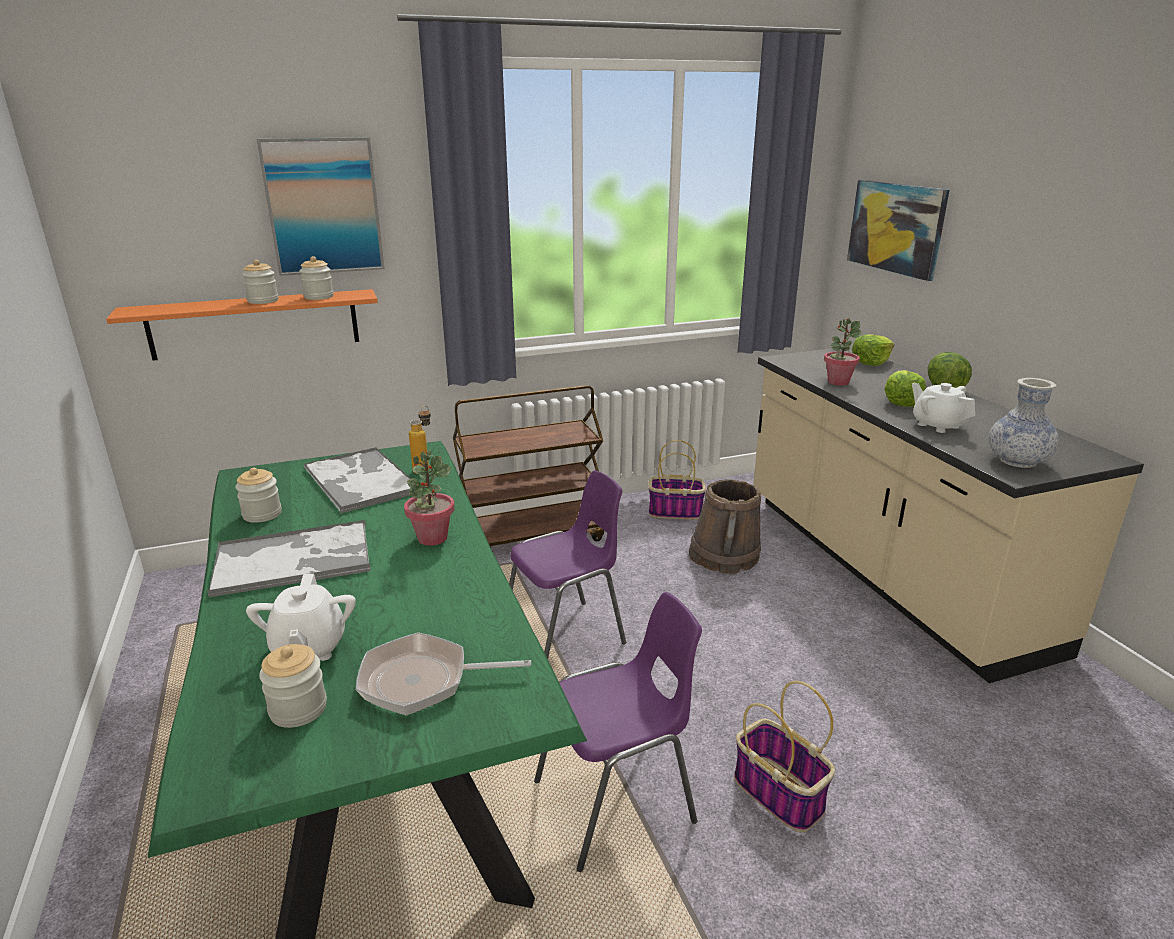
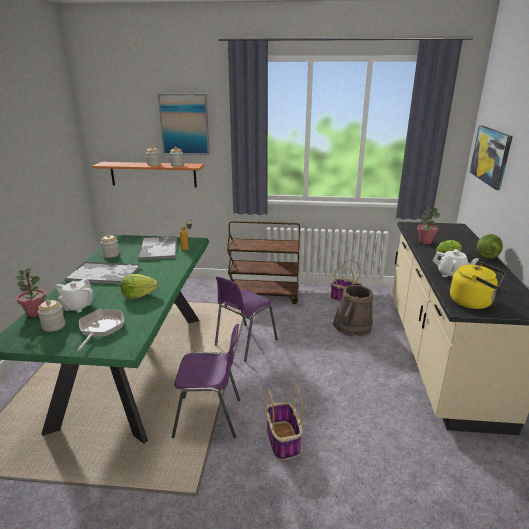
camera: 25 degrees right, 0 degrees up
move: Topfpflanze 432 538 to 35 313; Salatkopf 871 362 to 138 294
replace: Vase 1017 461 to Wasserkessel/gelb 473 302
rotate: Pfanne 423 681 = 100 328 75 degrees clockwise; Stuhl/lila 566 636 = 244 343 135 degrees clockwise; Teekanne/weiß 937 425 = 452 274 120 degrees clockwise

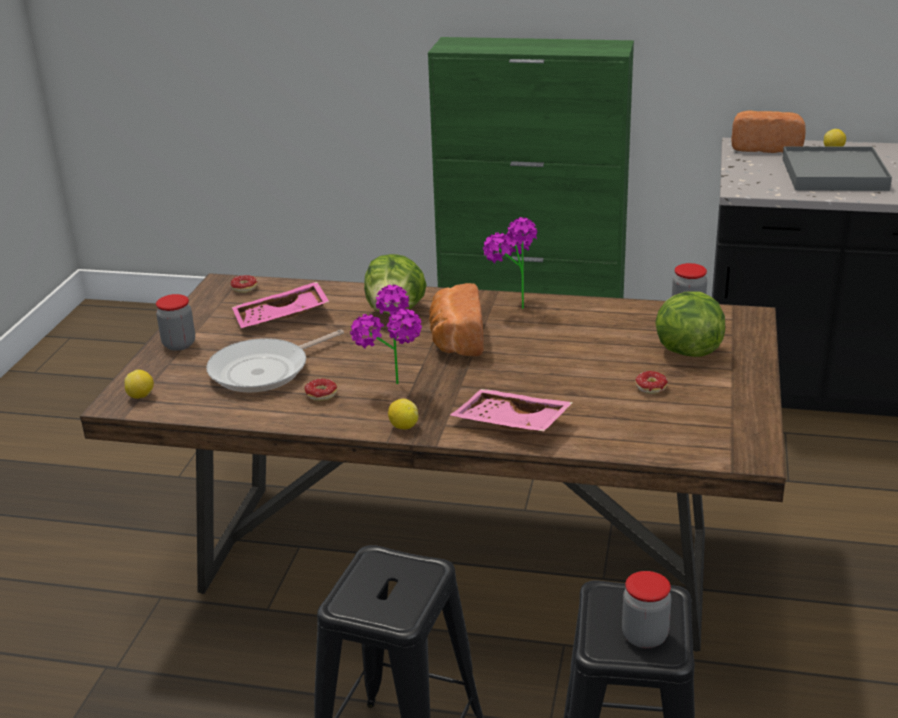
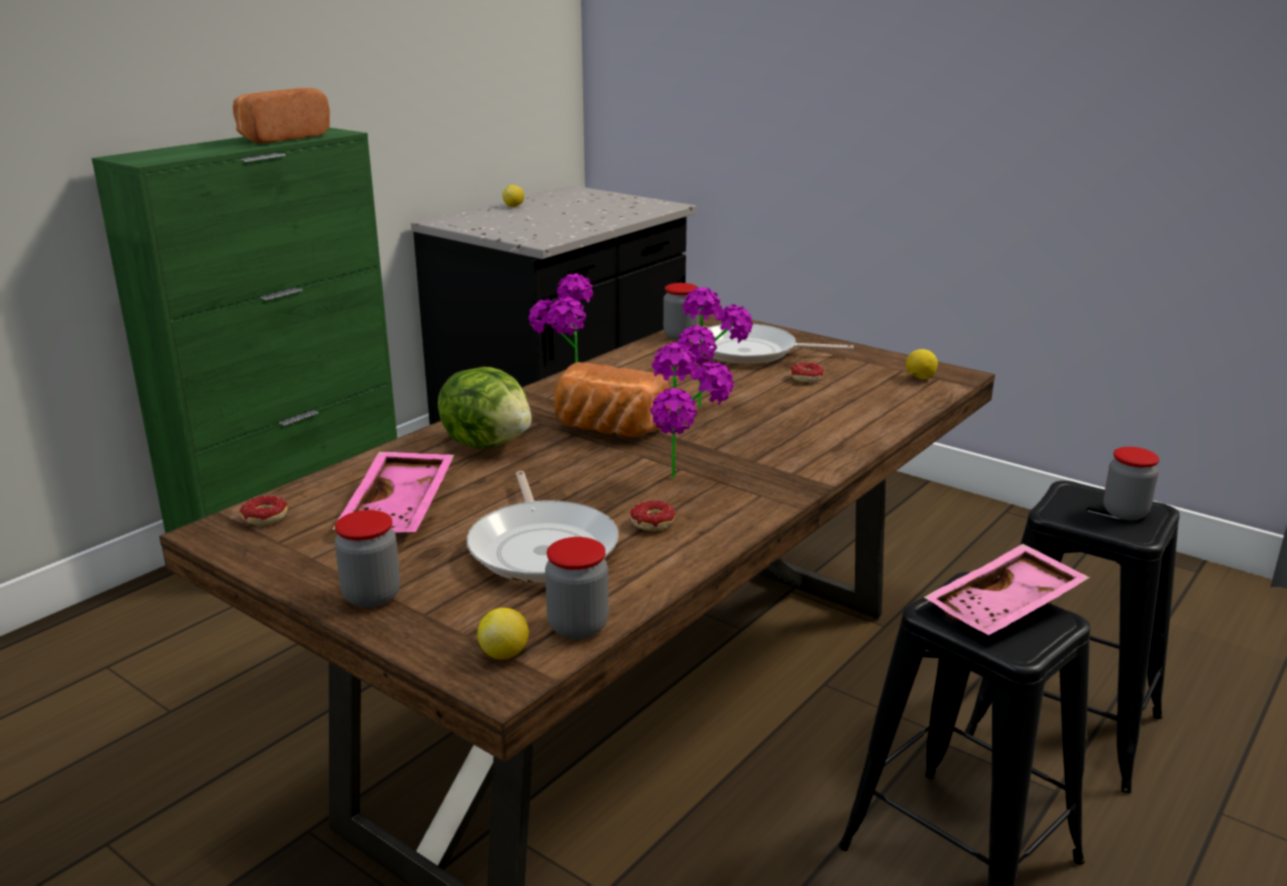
camera: 65 degrees left, 5 degrees down
delete: Tablett/grau 834 174
insert: Vorratsglas 578 626; Topfpflanze 710 410
move: Zitrone 403 426 to 920 378; Tablett/rosa 510 424 to 1006 607; Brot 766 147 to 280 138
replace: Salatkopf 686 351 to Pfanne 752 352

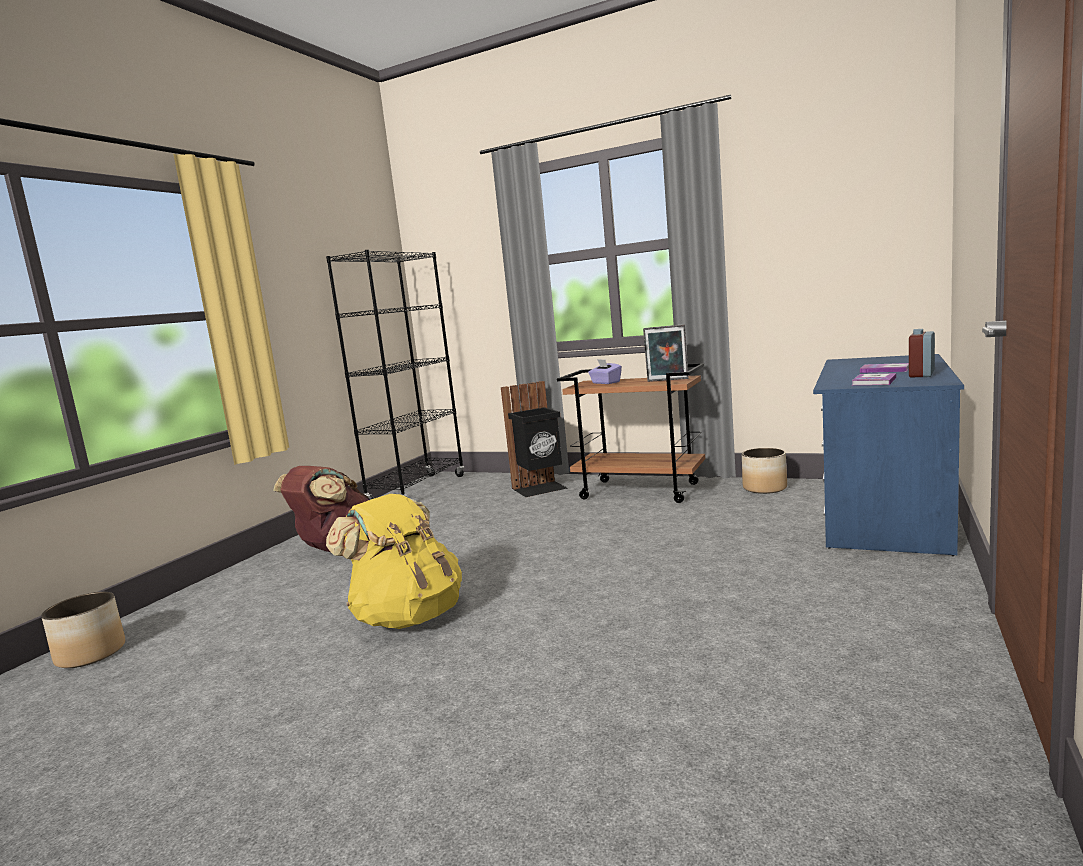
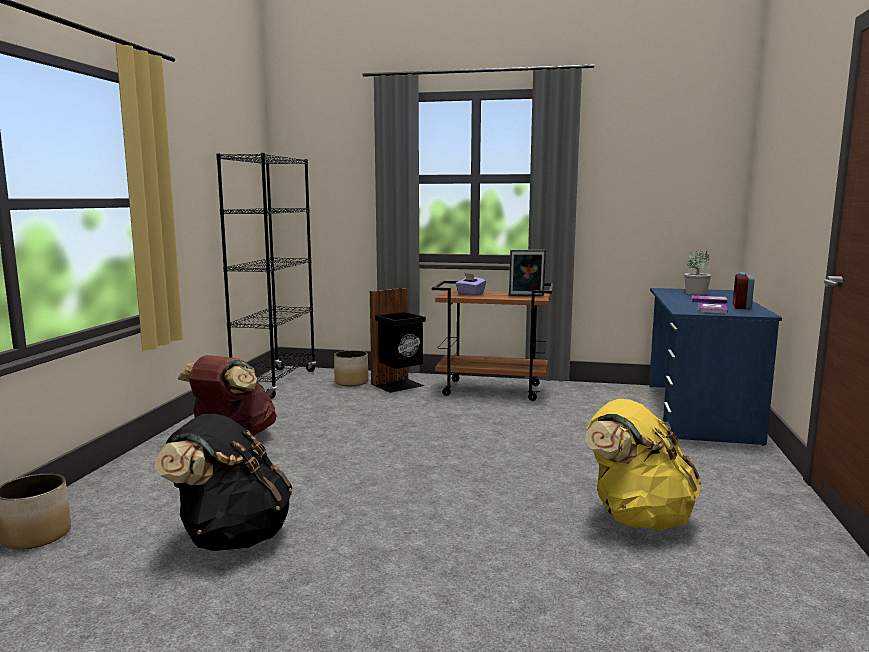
camera: 15 degrees left, 0 degrees up
insert: Rucksack/schwarz 231 538; Topfpflanze 696 293
move: Rucksack/gelb 408 616 to 637 518; Pflanzkübel 765 488 to 351 382

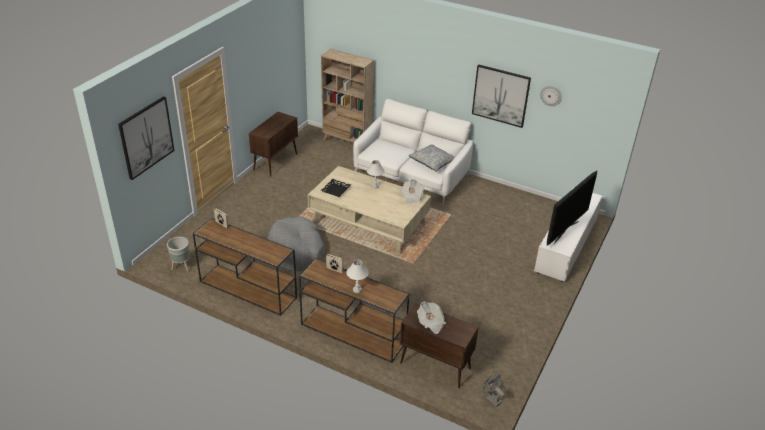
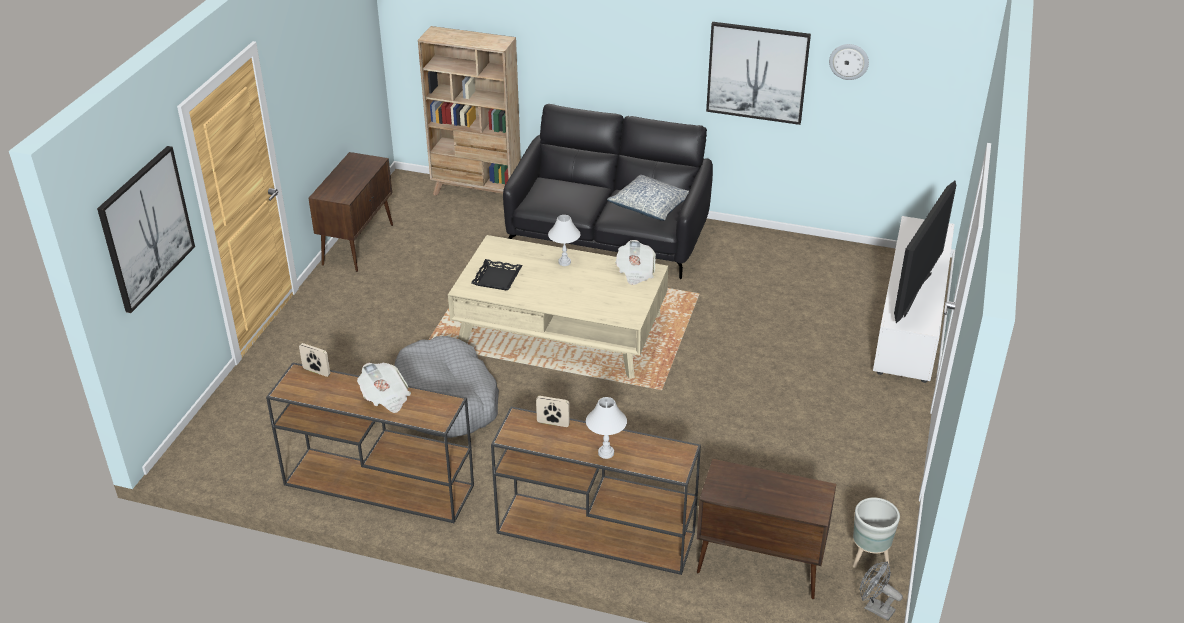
camera: 10 degrees left, 0 degrees up
move: Pflanzkübel/grau 181 267 to 869 559; Zeitung 431 323 to 385 398
recolor: Sofa/weiß 411 175 to Sofa/schwarz 609 235

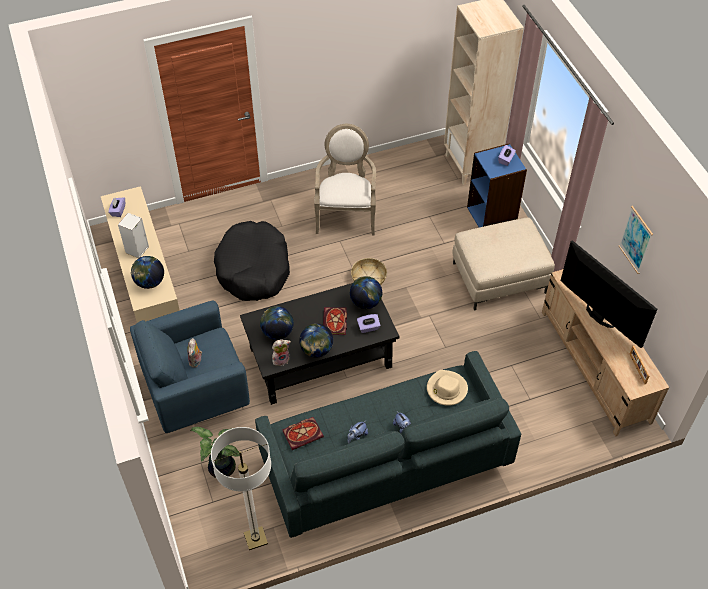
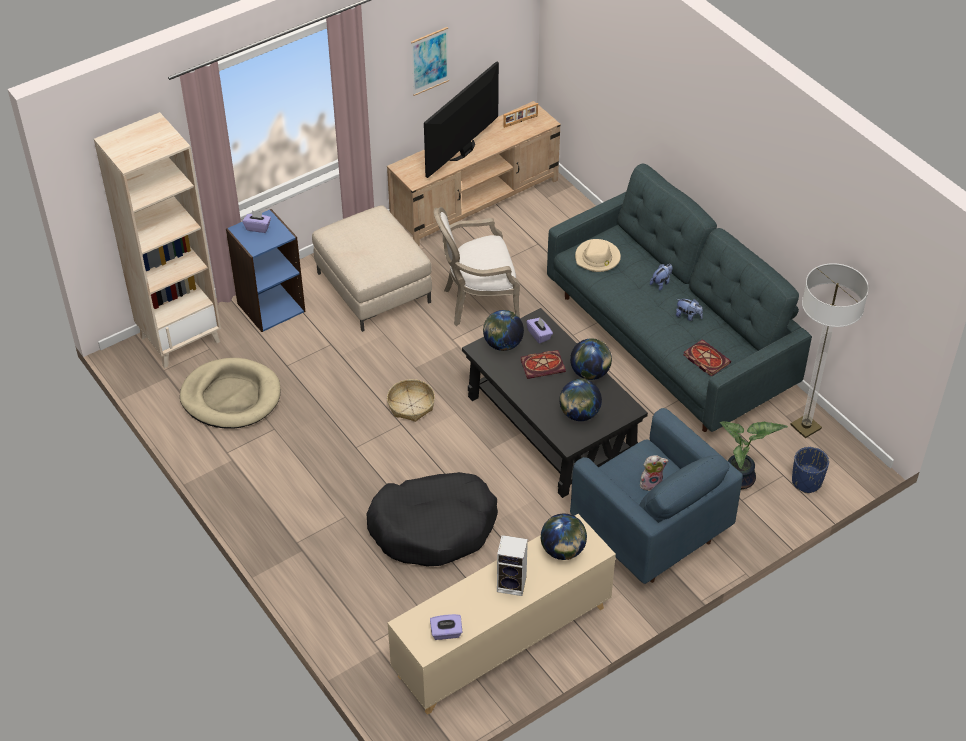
camera: 105 degrees left, 5 degrees down
delete: Plüschtier 281 359
insert: Hundebett/beige 231 397; Pflanzkübel/blau 807 482
move: Sessel 346 214 to 477 303

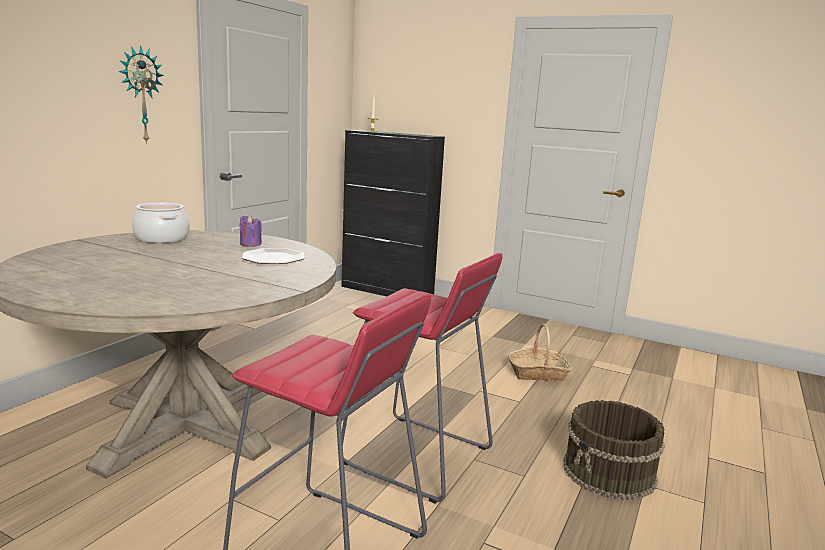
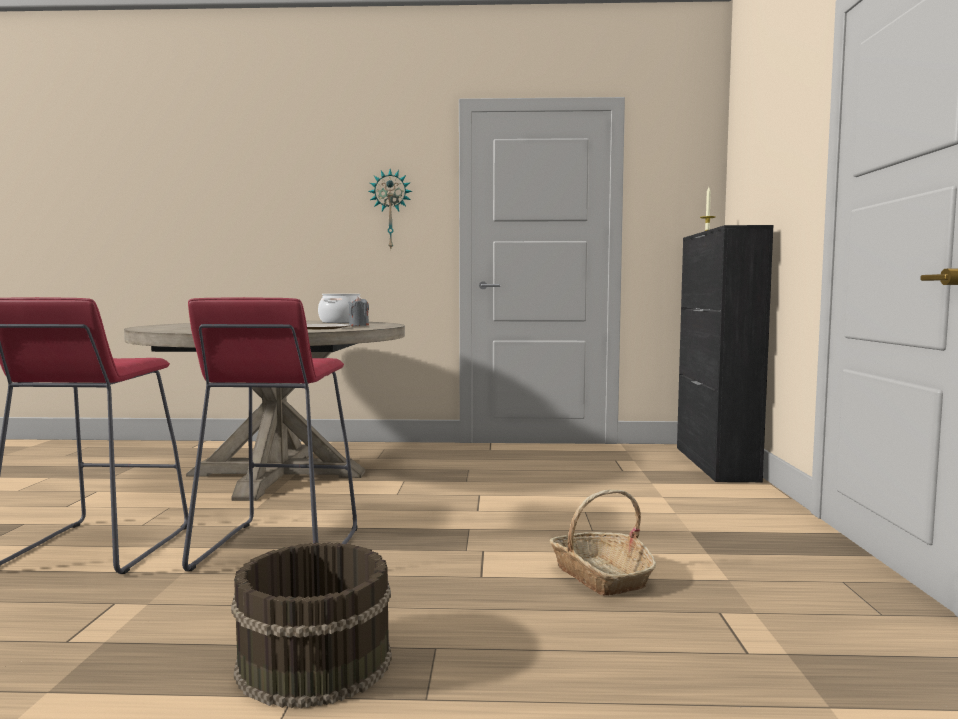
camera: 65 degrees right, 10 degrees down
recolor: Kerze/lila 250 244 to Kerze/grau 359 325

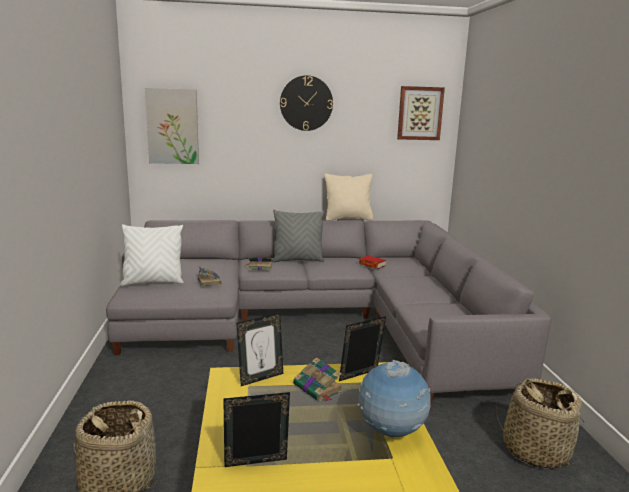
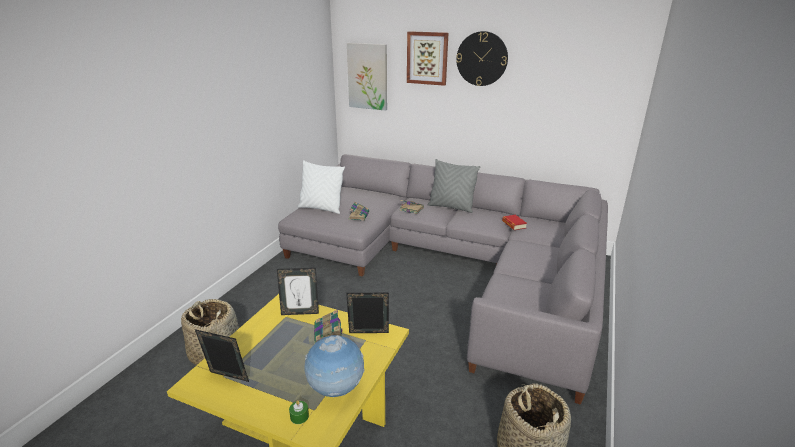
camera: 30 degrees right, 10 degrees up
delete: Kissen/beige 348 219
insert: Kerze/grün 299 416
move: Bild 420 113 to 427 58

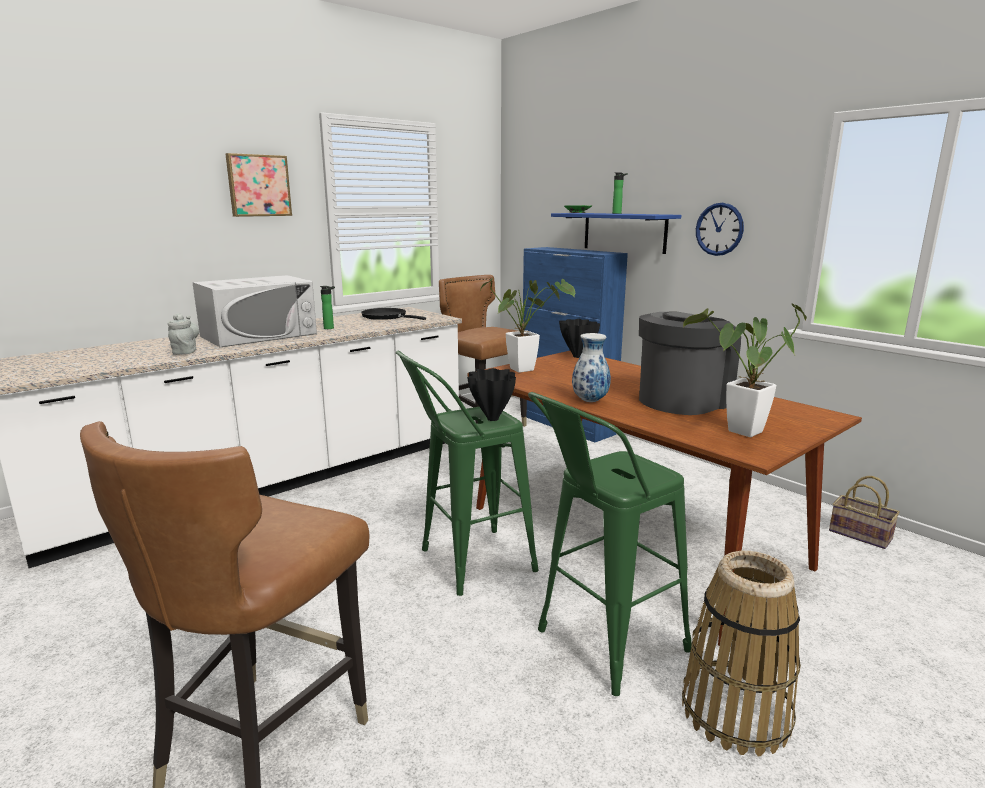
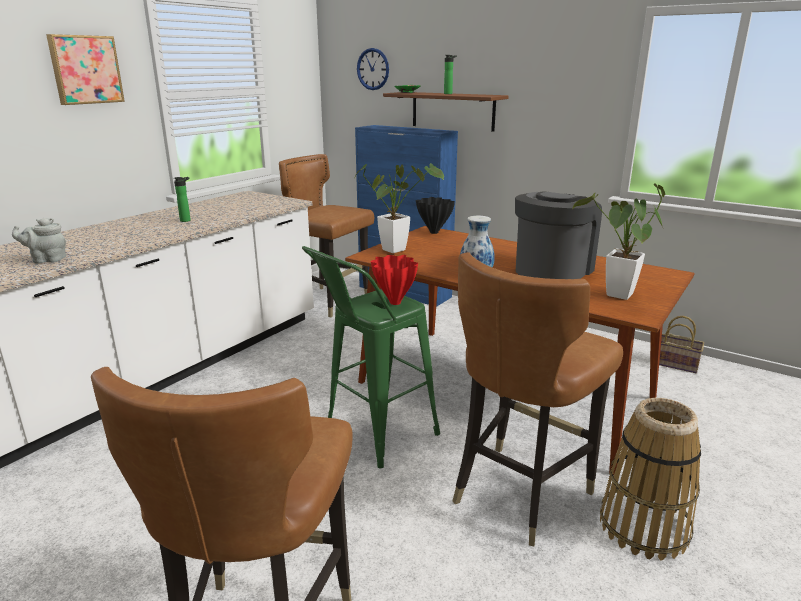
camera: 15 degrees left, 5 degrees up
delete: Mikrowelle/weiß 259 335; Pfanne/schwarz 387 317
move: Wanduhr 719 229 to 373 69
replace: Hocker/grün 600 646 to Stuhl/braun 519 492
recolor: Vase/schwarz 492 418 to Vase/rot 394 302; Wandregal/blau 624 232 to Wandregal/braun 452 111
rotate: Teekanne/grau 185 351 = 47 260 75 degrees counterclockwise

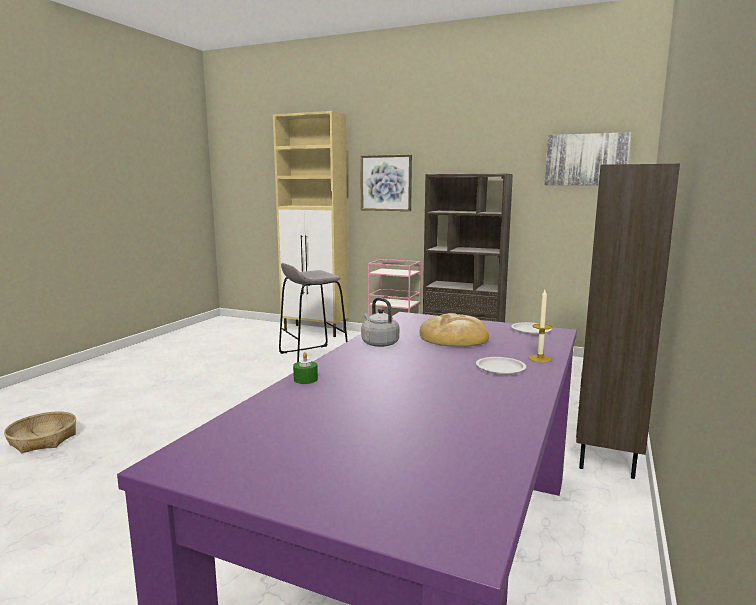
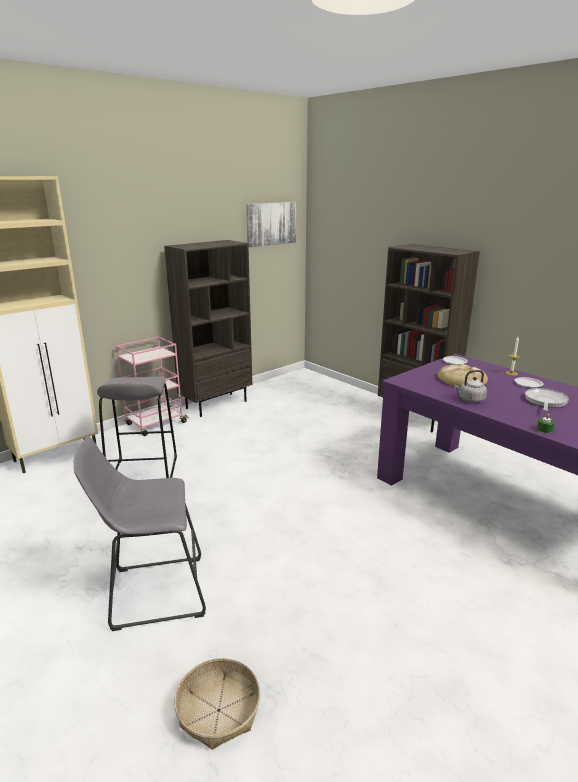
camera: 65 degrees left, 10 degrees up
delete: Bild 386 183
insert: Hocker/grau 152 592; Pfanne 545 401

